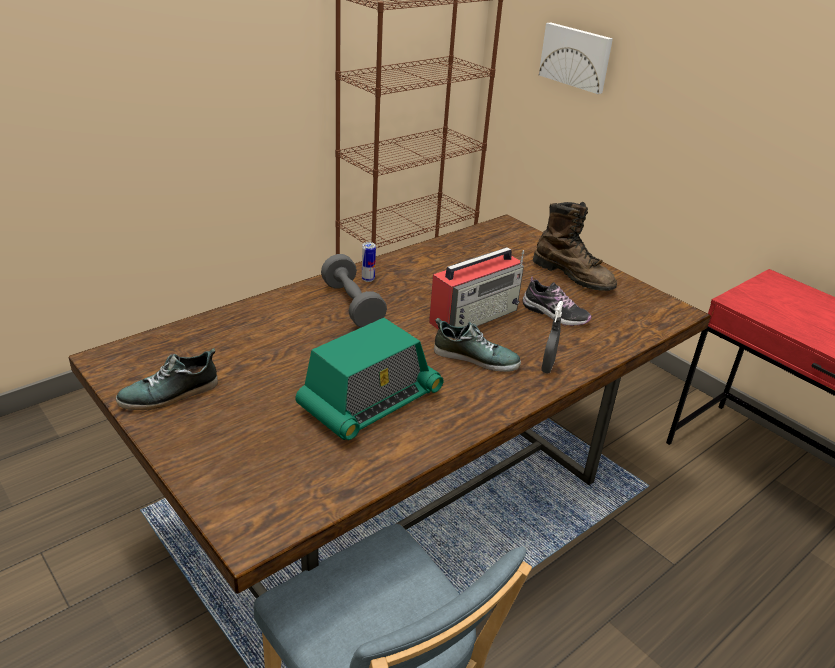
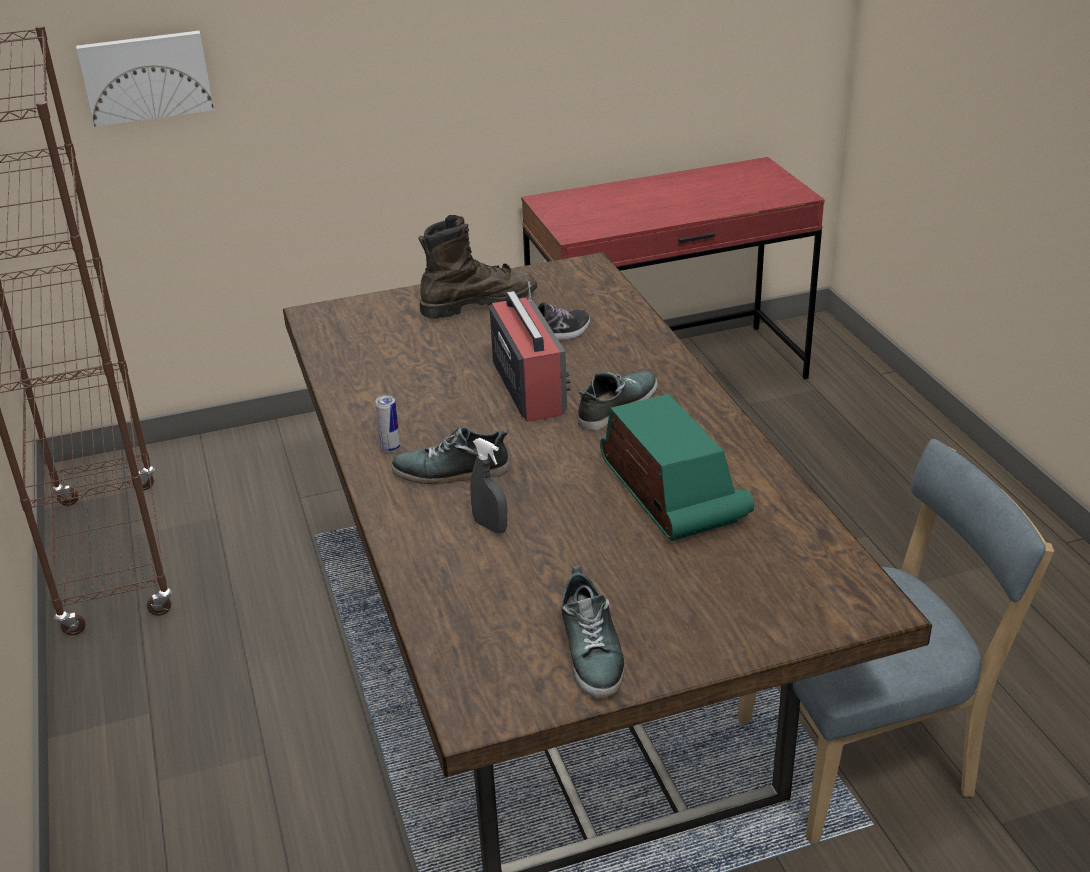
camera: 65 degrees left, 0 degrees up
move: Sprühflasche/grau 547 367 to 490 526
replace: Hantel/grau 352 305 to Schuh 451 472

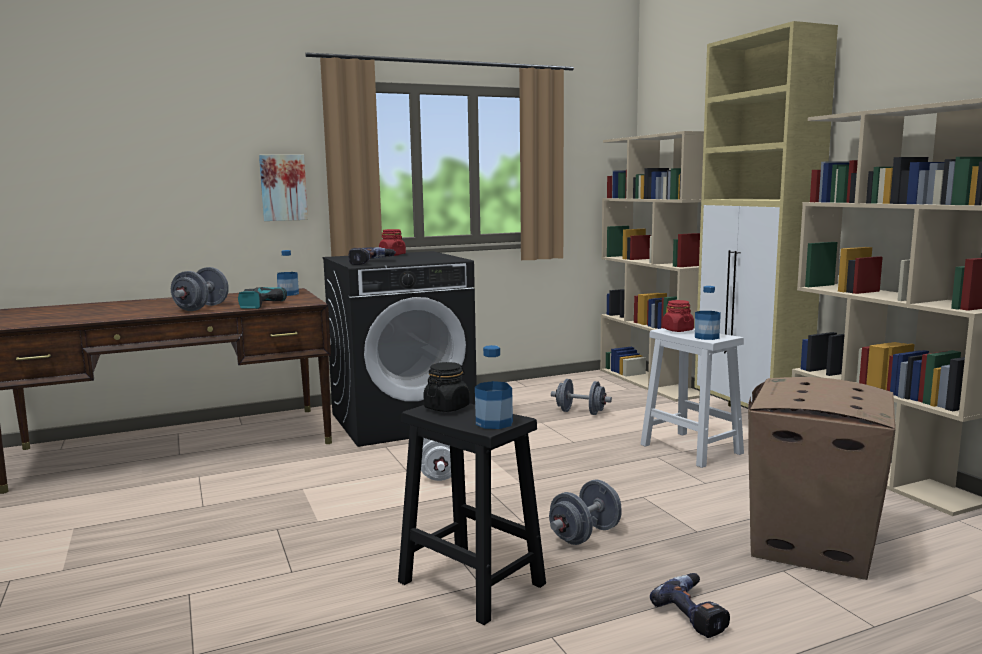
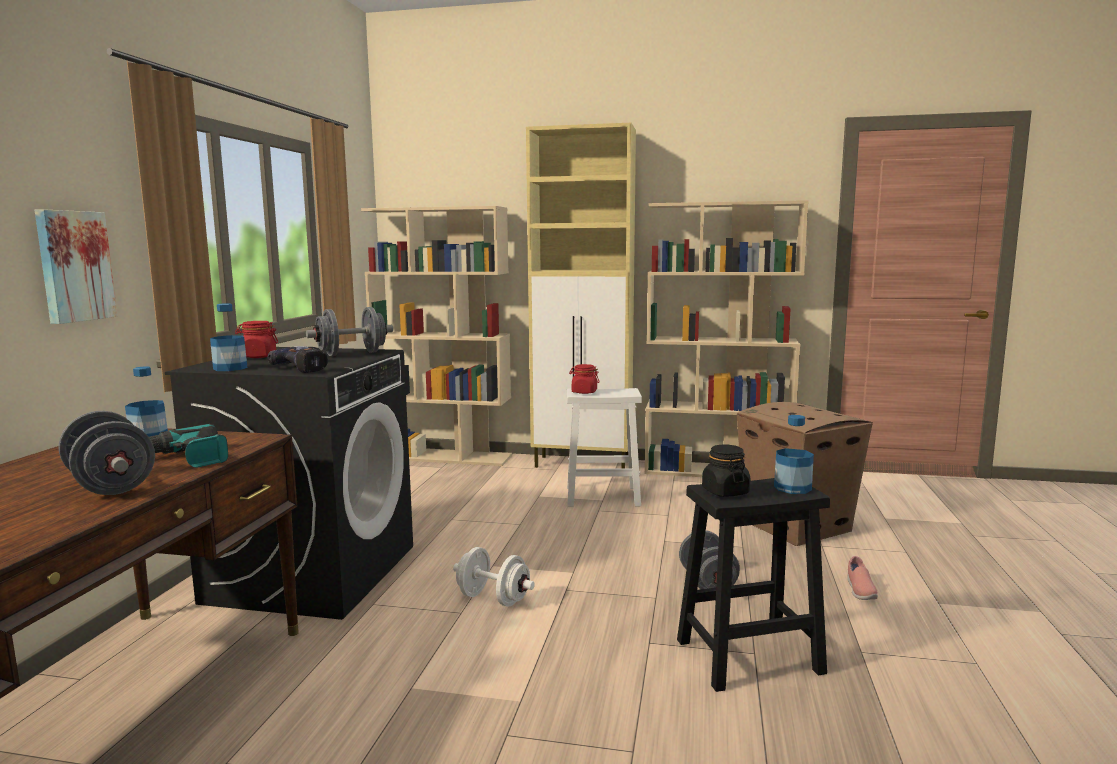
camera: 55 degrees left, 0 degrees up
move: Hantel/grau 580 412 to 352 354; Flasche 706 337 to 230 368
replace: Bohrmaschine 696 613 to Schuh/rosa 860 591

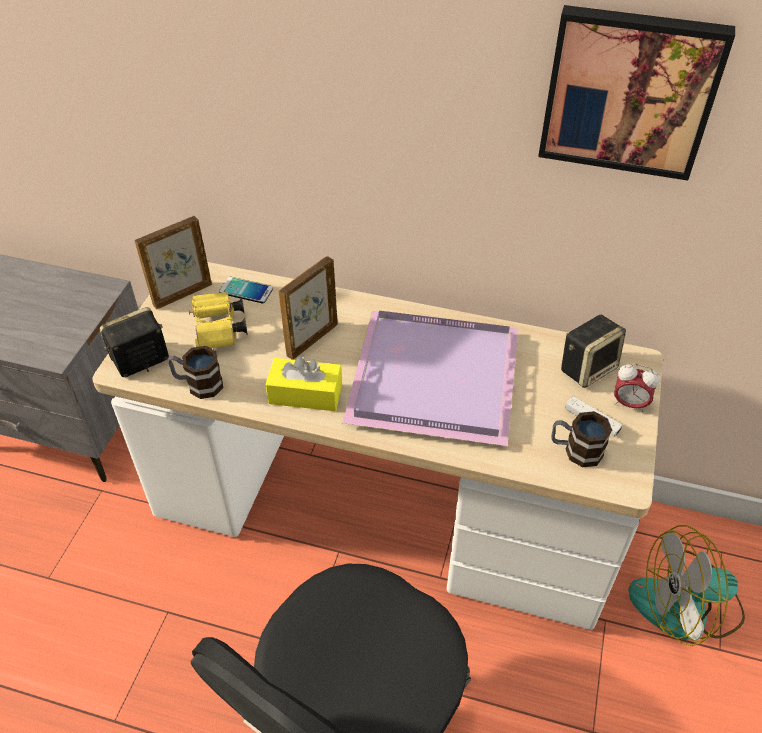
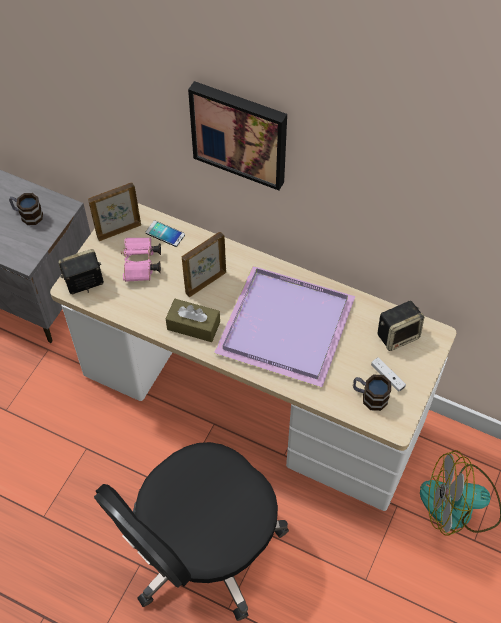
camera: 10 degrees right, 10 degrees up
delete: Wecker 629 404
move: Henkelbecher 198 384 to 27 215; Bild 629 91 to 240 133
recolor: Fernglas/gelb 219 331 to Fernglas/rosa 141 265; Taschentuchbox/gelb 305 394 to Taschentuchbox/braun 193 325

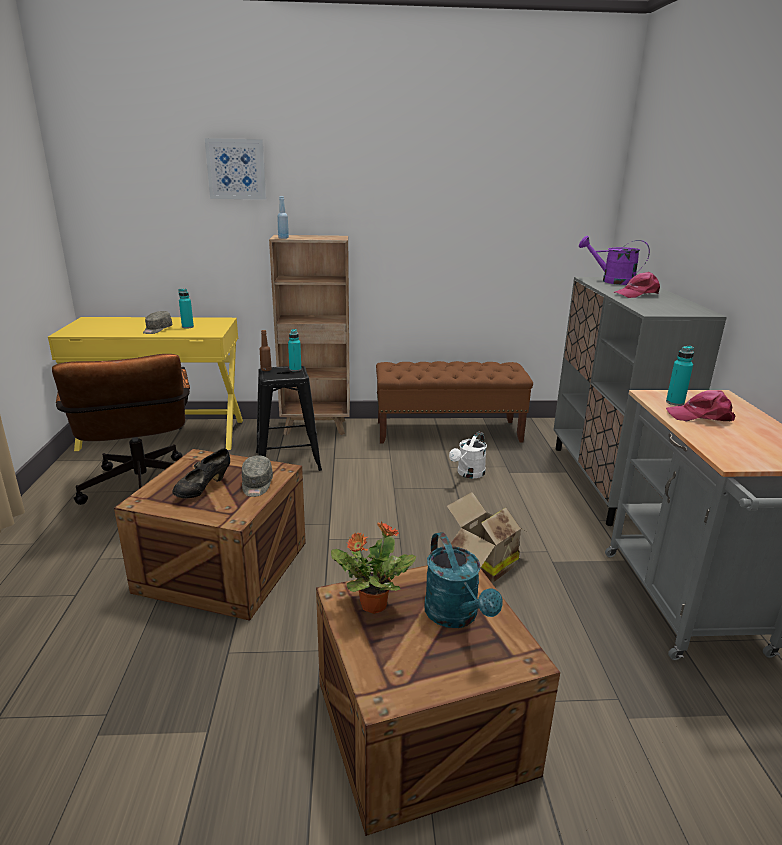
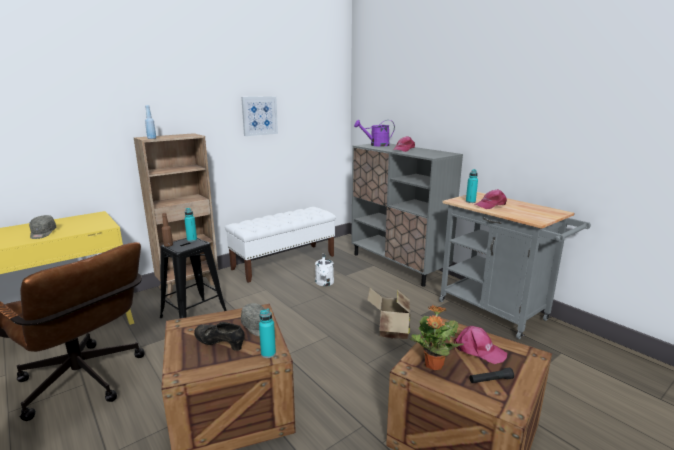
camera: 35 degrees left, 5 degrees down
insert: Taschenlampe/schwarz 490 380
move: Flasche/türkis 187 327 to 268 353; Bild 236 169 to 259 115
replace: Gießkanne/türkis 456 616 to Kappe/rosa 478 350
recolor: Bank/braun 448 431 to Bank/weiß 284 262
rotate: Schuh/schwarz 203 489 = 220 345 120 degrees clockwise

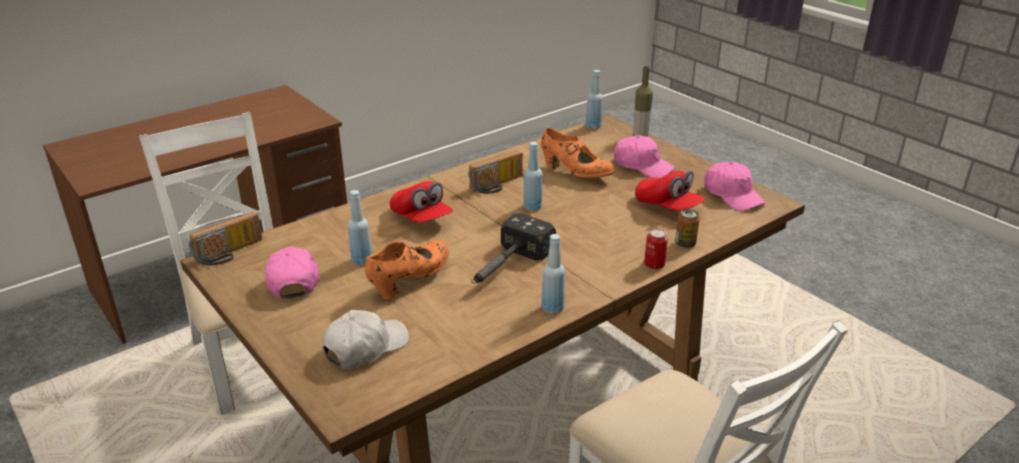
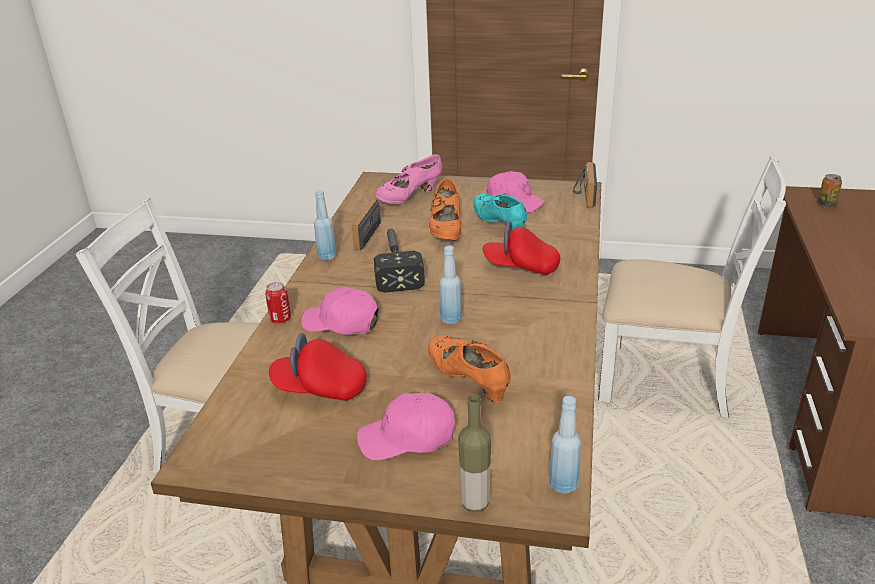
camera: 140 degrees right, 0 degrees up
move: Radio 498 185 to 362 234; Dose 685 244 to 826 205; Kappe/rosa 733 195 to 342 323
replace: Kappe/weiß 365 347 to Schuh/rosa 409 197; Flasche/blau 362 260 to Schuh/türkis 499 226
rotate: Schuh/orange 575 173 = 468 381 60 degrees clockwise

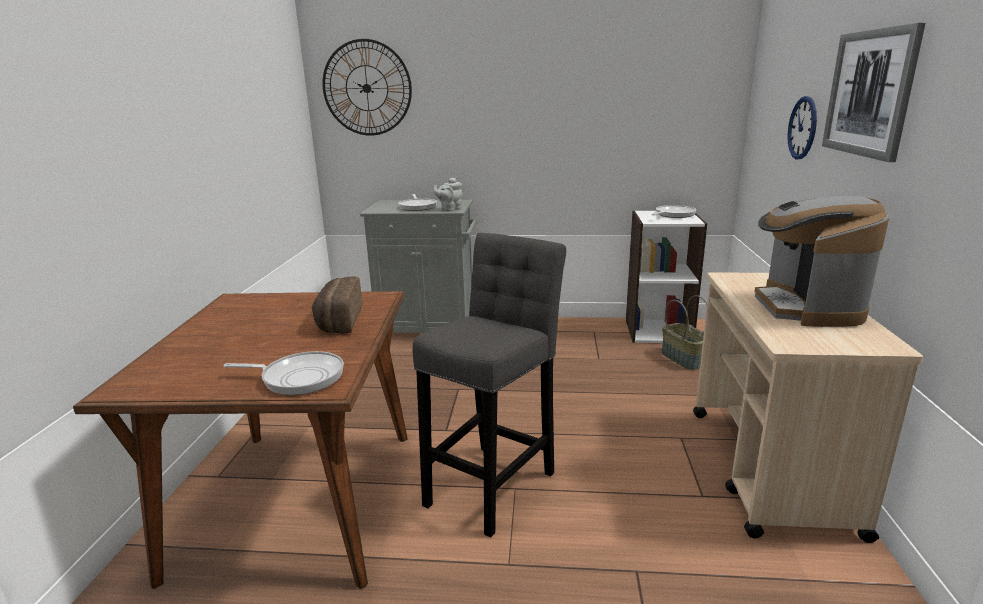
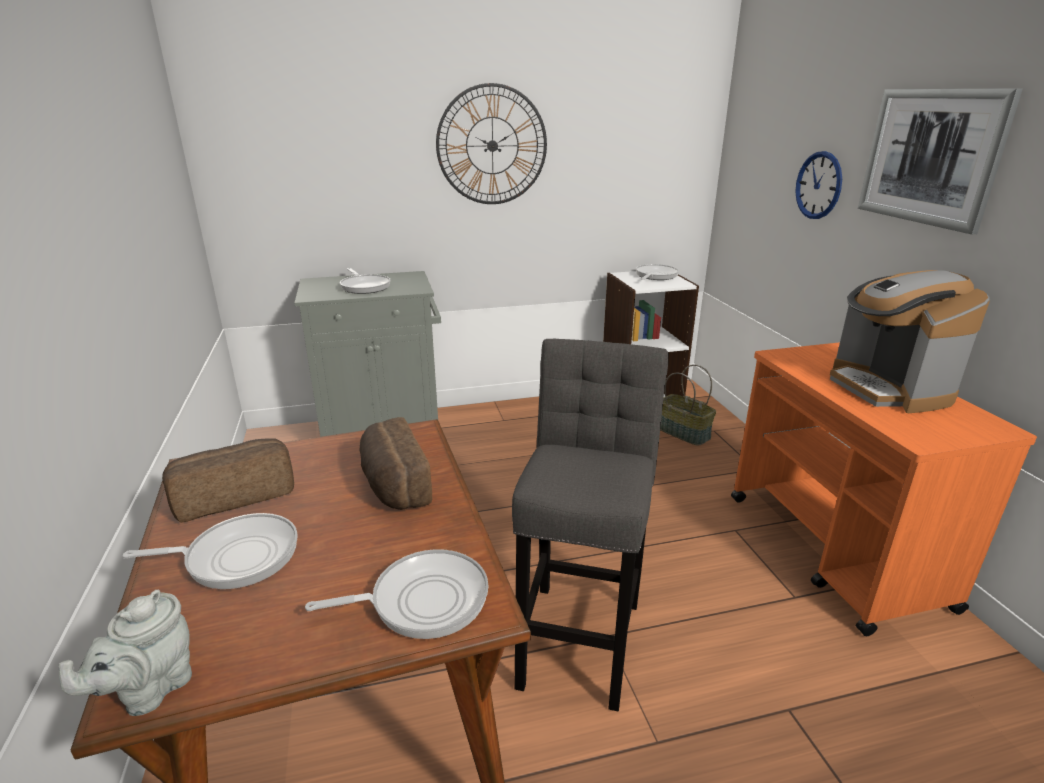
camera: 20 degrees left, 5 degrees up
insert: Pfanne 236 557; Brot 235 495
move: Wanduhr 367 88 to 492 145; Teekanne/grau 449 209 to 150 690
recolor: Rollwagen/beige 769 469 to Rollwagen/orange 834 551

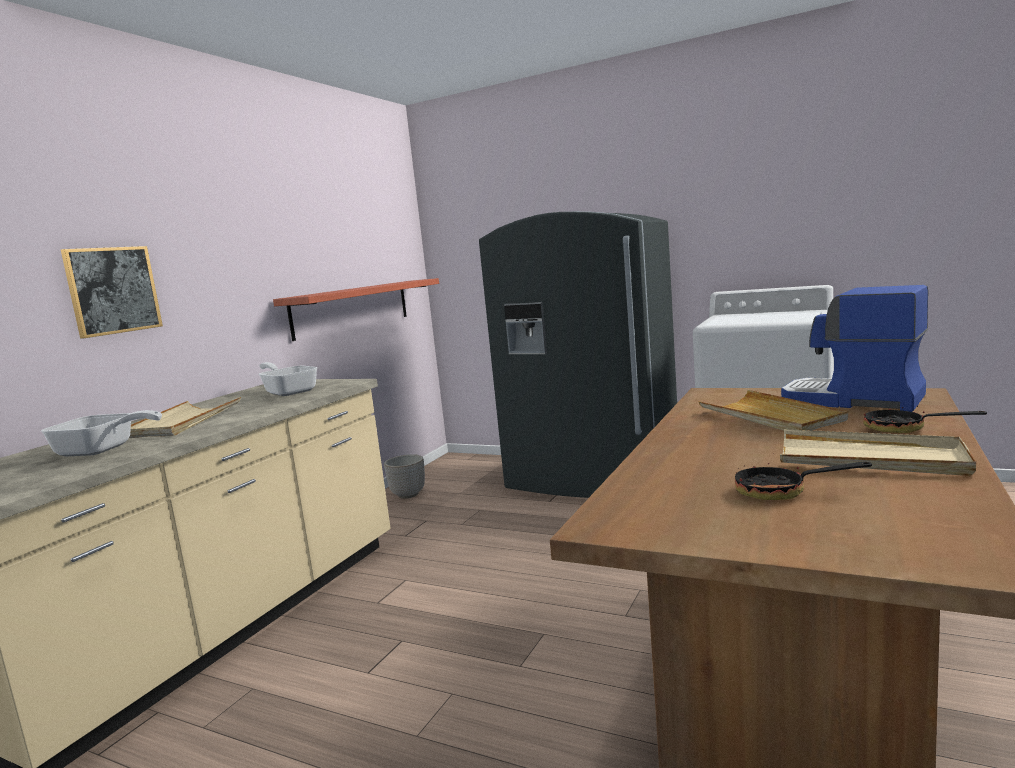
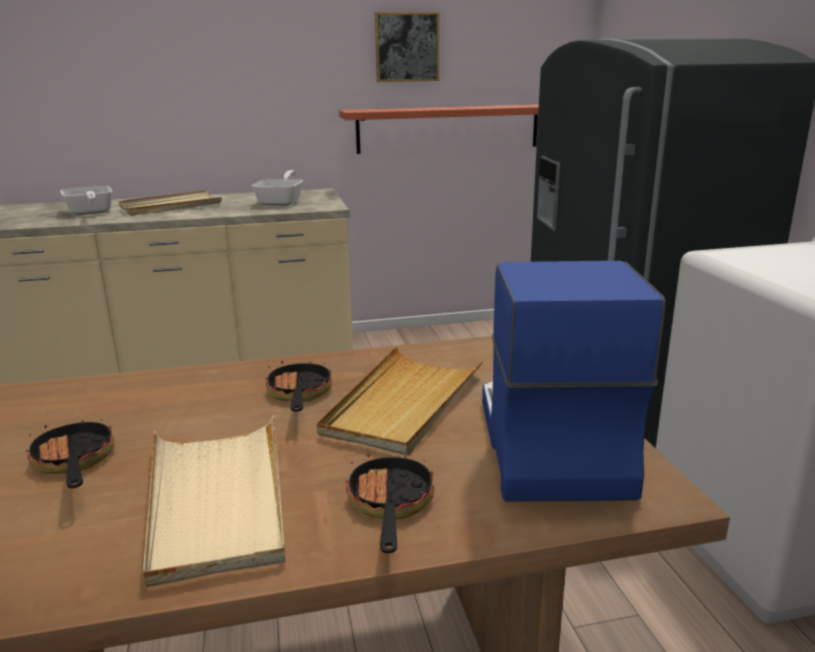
camera: 50 degrees right, 10 degrees up
delete: Pflanzkübel 408 494
insert: Pfanne 299 395
move: Bild 113 290 to 407 47

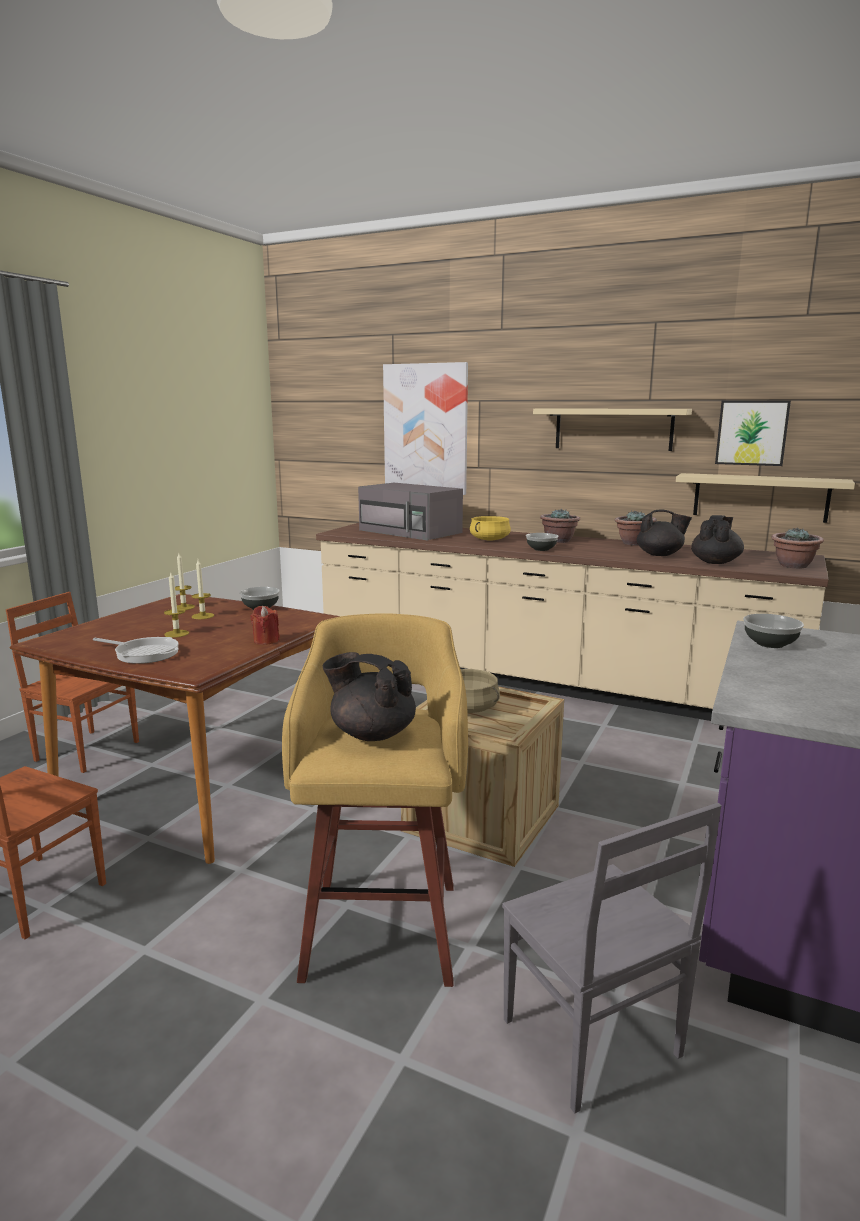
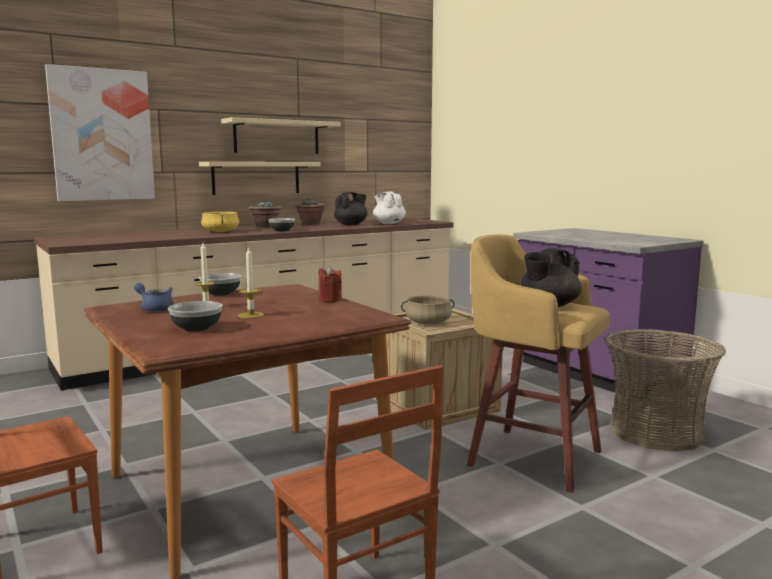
camera: 60 degrees left, 5 degrees down
delete: Pfanne 144 653; Mikrowelle/grau 411 532; Bild 752 432; Topfpflanze 793 566
move: Wandregal/beige 760 497 to 256 178; Schüssel 769 644 to 196 328
replace: Kerze 184 607 to Teekanne/blau 155 308; Stuhl/grau 590 1040 to Korb 656 432
recolor: Teekanne/schwarz 715 562 to Teekanne/weiß 388 223

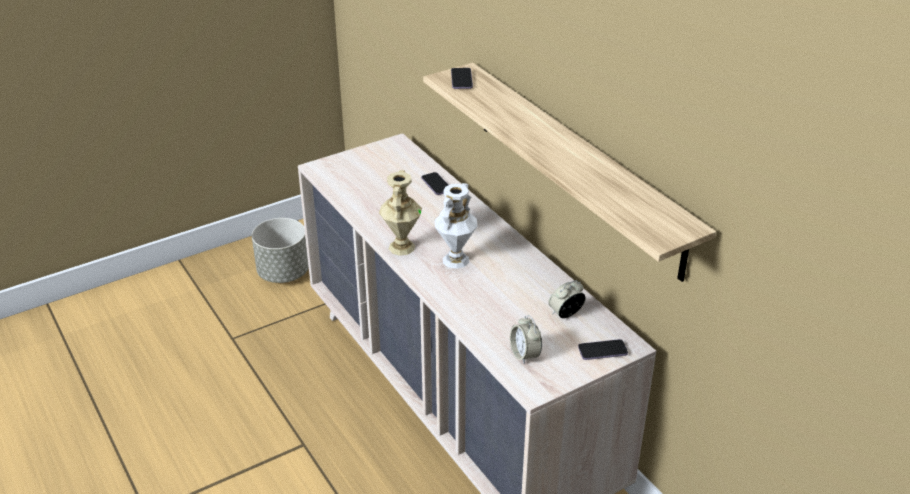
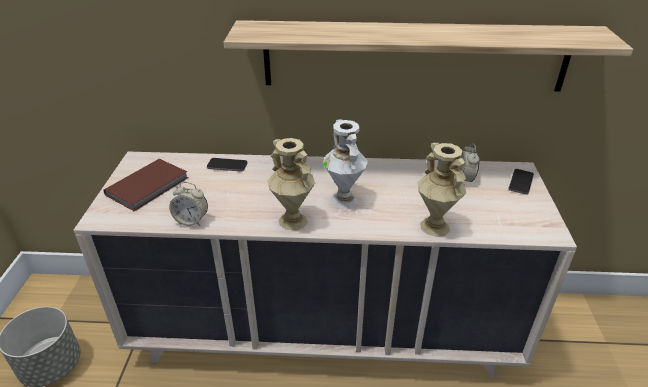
camera: 55 degrees left, 0 degrees up
delete: Handy 461 80
insert: Buch/braun 149 186; Vase/beige 434 227
move: Wecker 525 355 to 191 220

